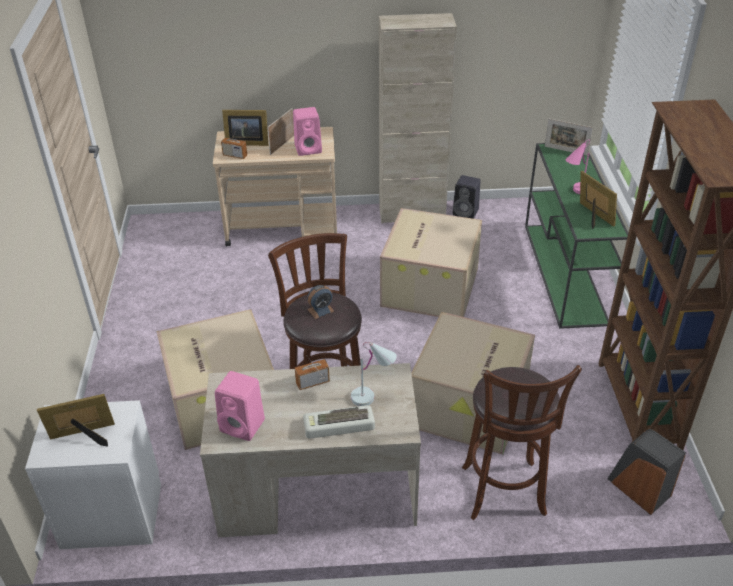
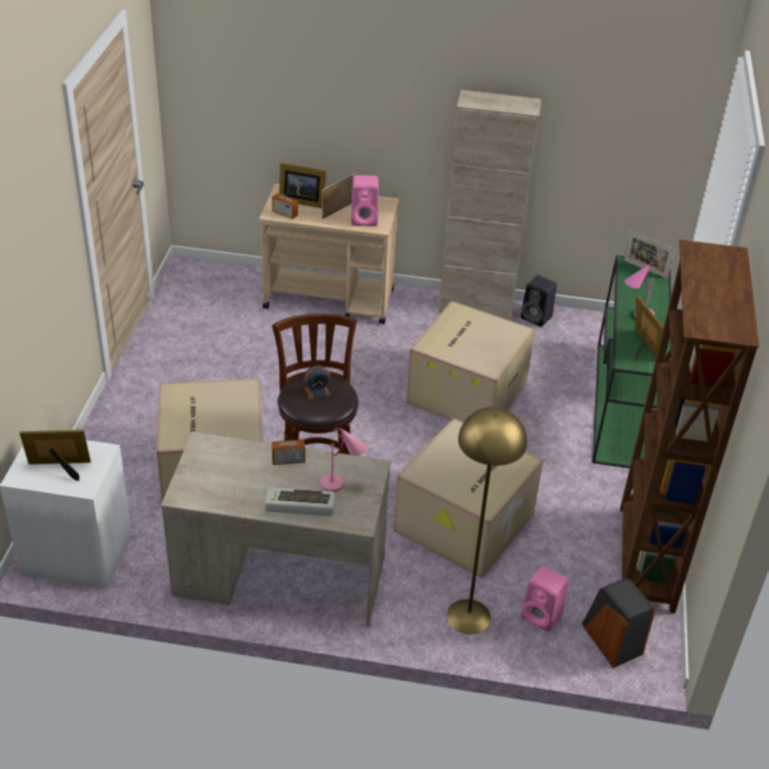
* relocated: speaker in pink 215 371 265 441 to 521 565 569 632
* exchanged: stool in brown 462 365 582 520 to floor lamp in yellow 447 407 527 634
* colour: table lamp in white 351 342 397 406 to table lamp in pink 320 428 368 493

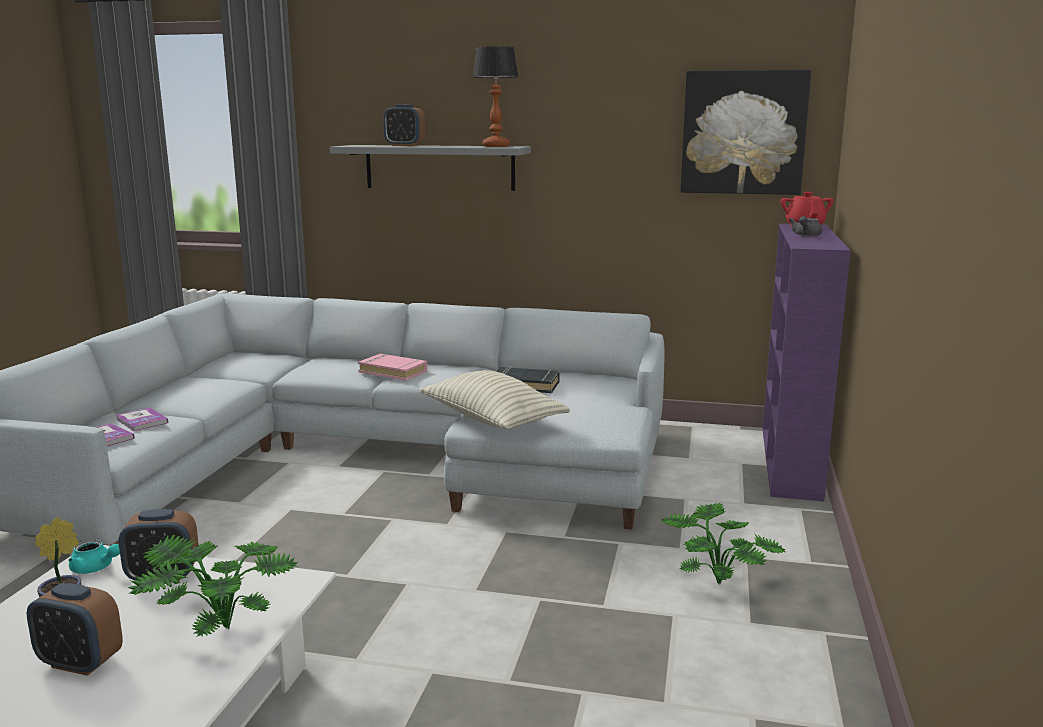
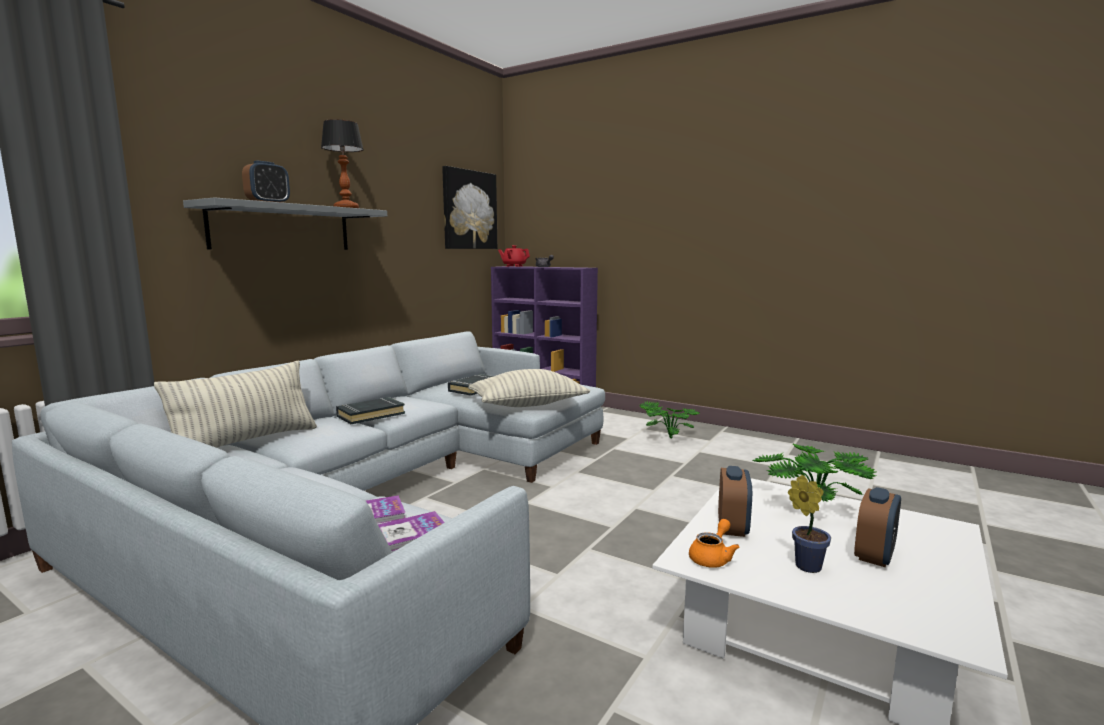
* appeared: pillow 154 360 317 448
* colour: teapot in turquoise 68 540 120 574 to teapot in orange 689 519 740 568
* colour: book in pink 358 354 427 381 to book in black 336 397 405 424

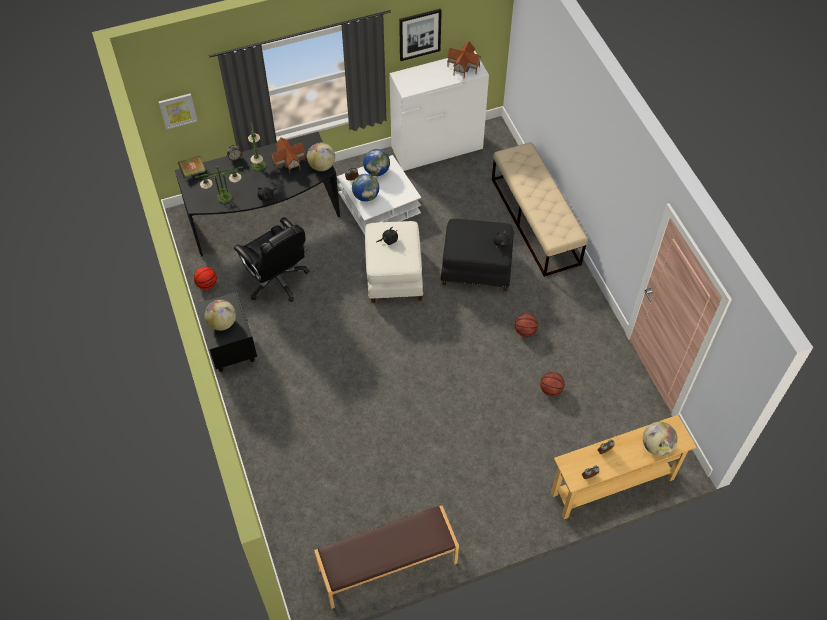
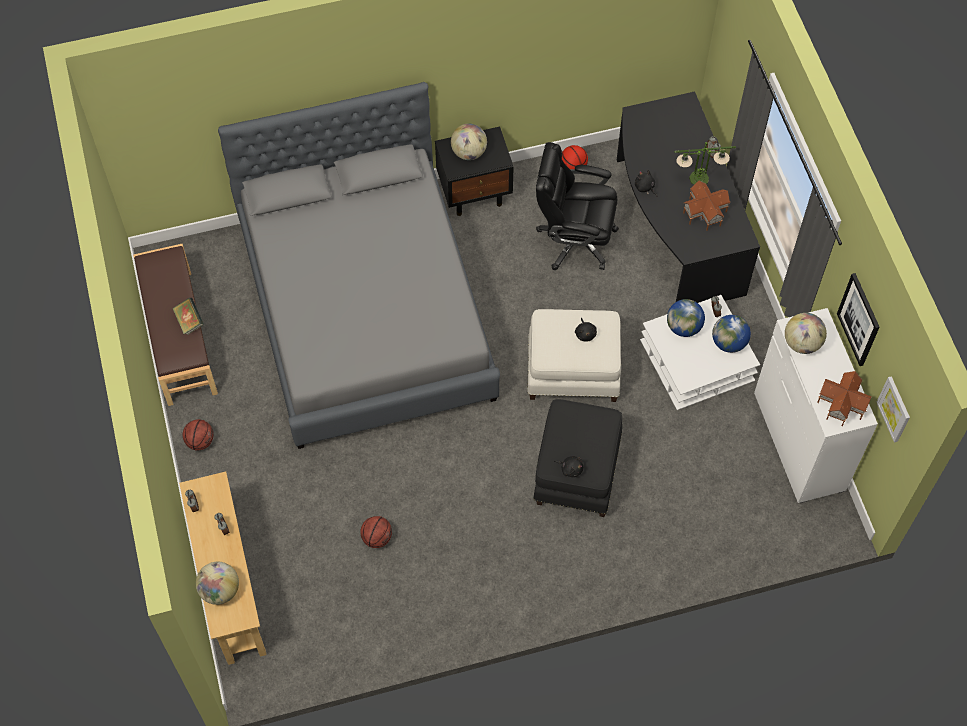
* missing: table lamp 194 166 243 204
* missing: bench in beige 492 142 588 277
* appeared: bed in grey 218 82 500 449
* relocated: picture 159 93 198 130 to 877 376 910 443
* relocated: book 178 156 206 178 to 172 298 204 335
* relocated: globe 307 143 335 171 to 785 313 827 354
* relocated: basketball 515 314 538 337 to 183 419 214 451
* spun: office chair in black 234 217 310 302 = 536 142 619 270 45 degrees clockwise

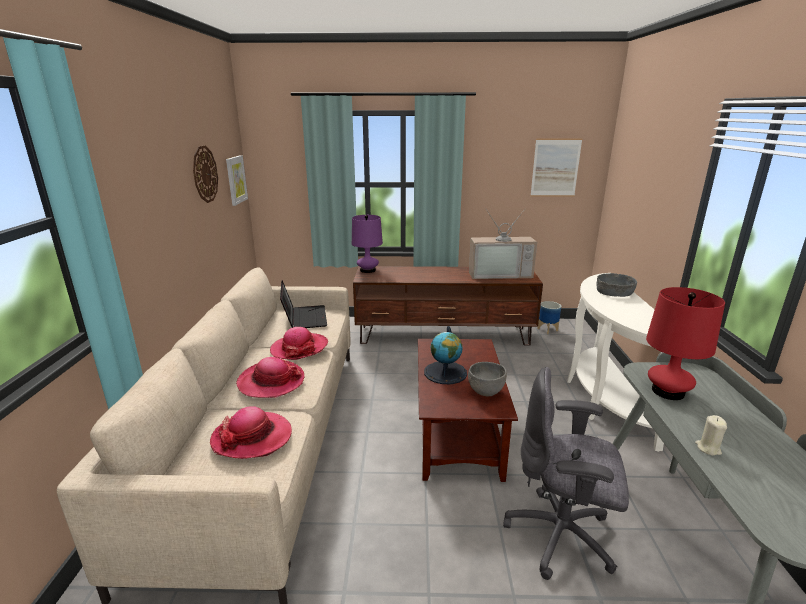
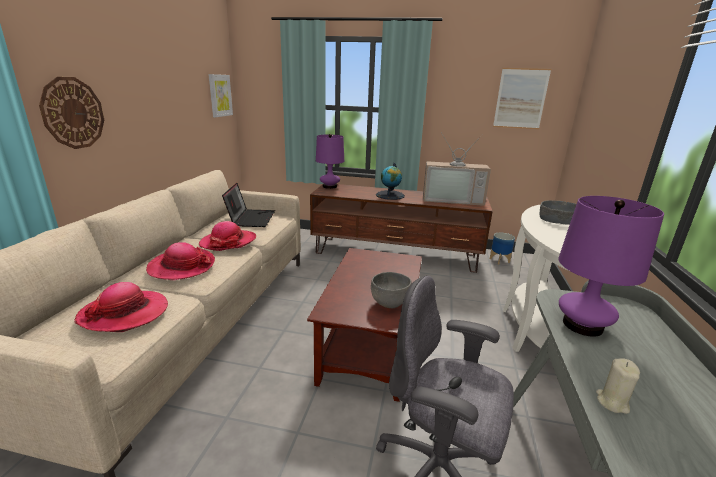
* relocated: wall clock 193 145 218 203 to 39 77 104 149
* relocated: globe 424 326 467 384 to 376 163 405 200
* colour: table lamp in red 646 287 725 400 to table lamp in purple 558 196 664 337

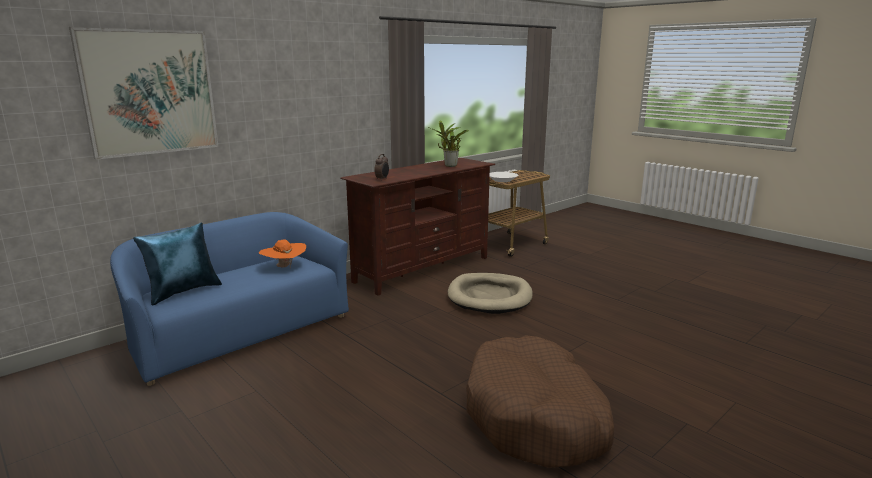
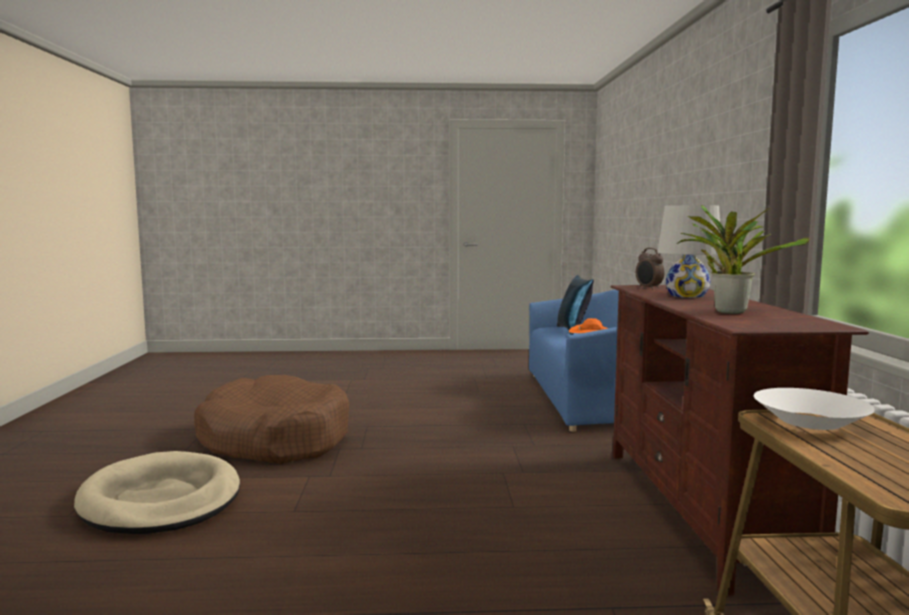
* missing: picture 69 27 219 160
* appeared: table lamp in white 658 205 721 298
* relocated: dog bed in beige 448 273 533 314 to 74 451 240 534

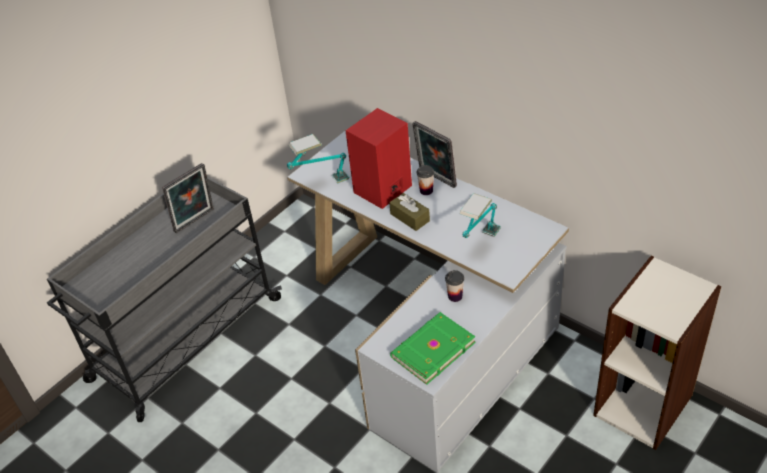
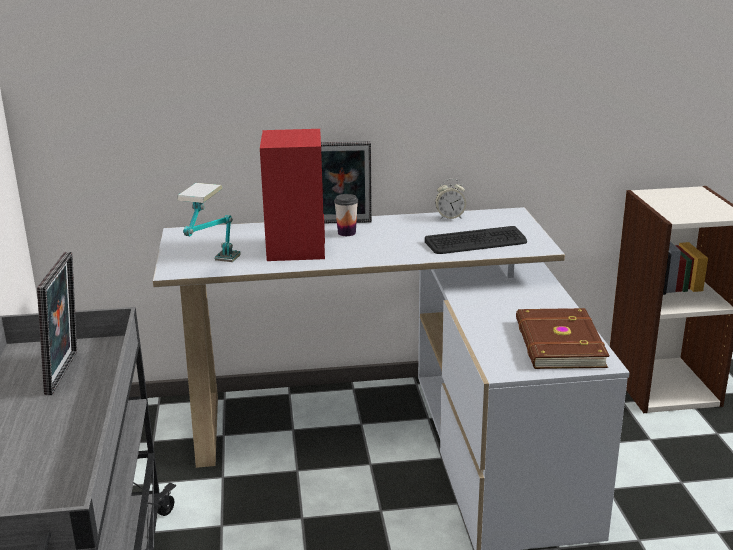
* missing: tissue box in brown 389 193 430 231
* missing: cup 445 270 464 302
* appeared: alarm clock 435 179 466 219
* exchanged: table lamp 460 193 501 238 to keyboard 425 226 527 254
* colour: book in green 390 312 476 385 to book in brown 516 308 610 369

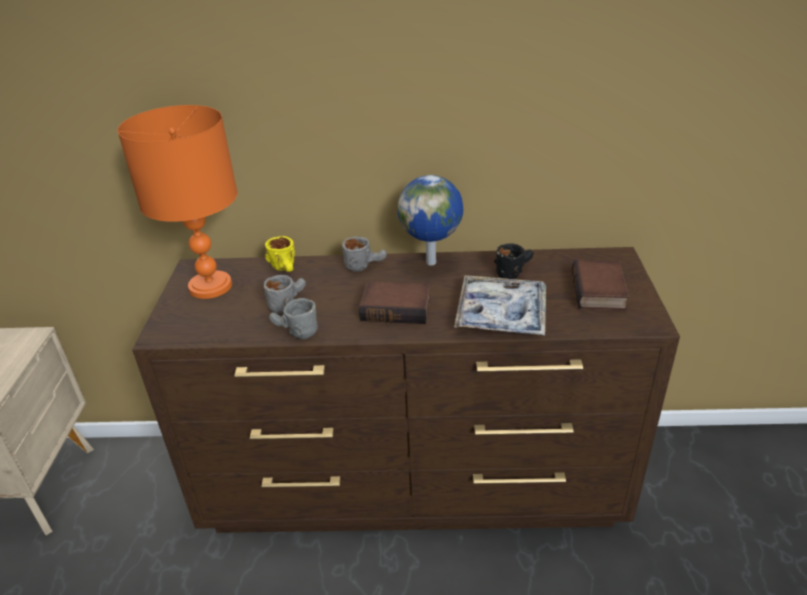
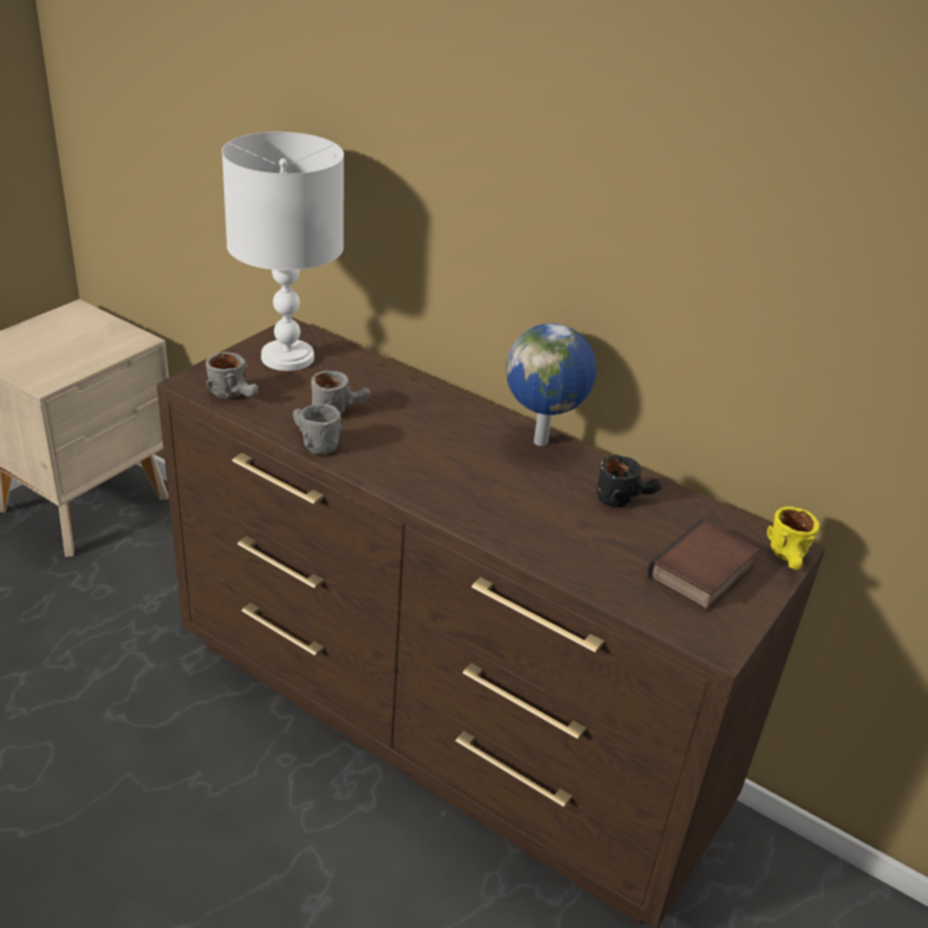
* missing: book 359 281 431 324
* missing: tray 454 275 546 335
* relocated: mug in yellow 265 236 295 272 to 767 506 819 570
* relocated: mug in grey 342 236 387 272 to 206 352 258 399
* colour: table lamp in orange 117 105 237 299 to table lamp in white 222 132 344 371

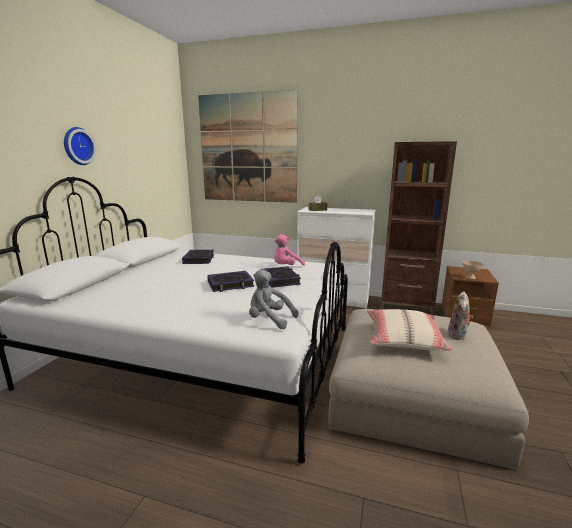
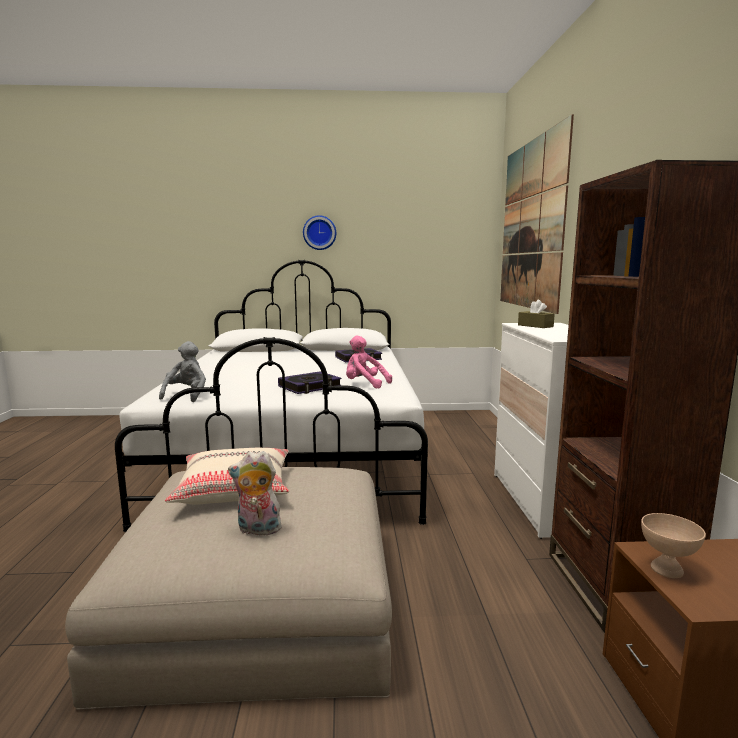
* missing: book 207 271 254 292

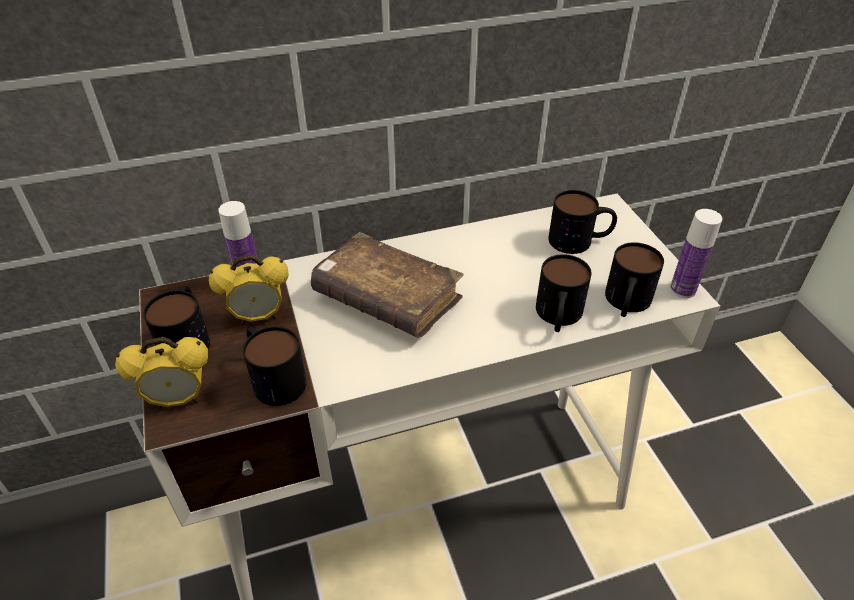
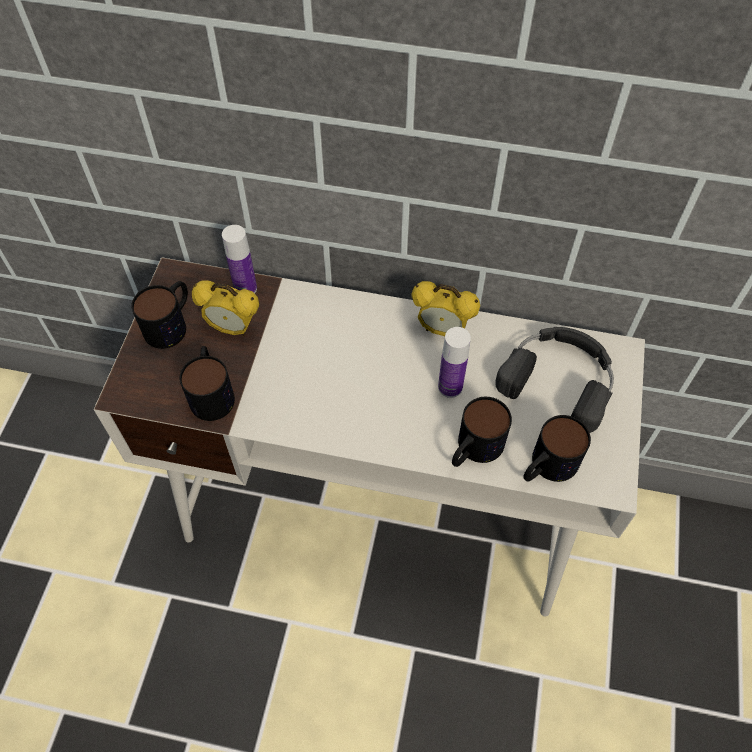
* missing: book in brown 311 232 464 338
* relocated: alarm clock 115 337 208 409 to 411 281 480 336
* relocated: bottle 670 209 722 298 to 438 327 471 398
* exchanged: mug 548 190 617 254 to headphones in black 495 327 614 433

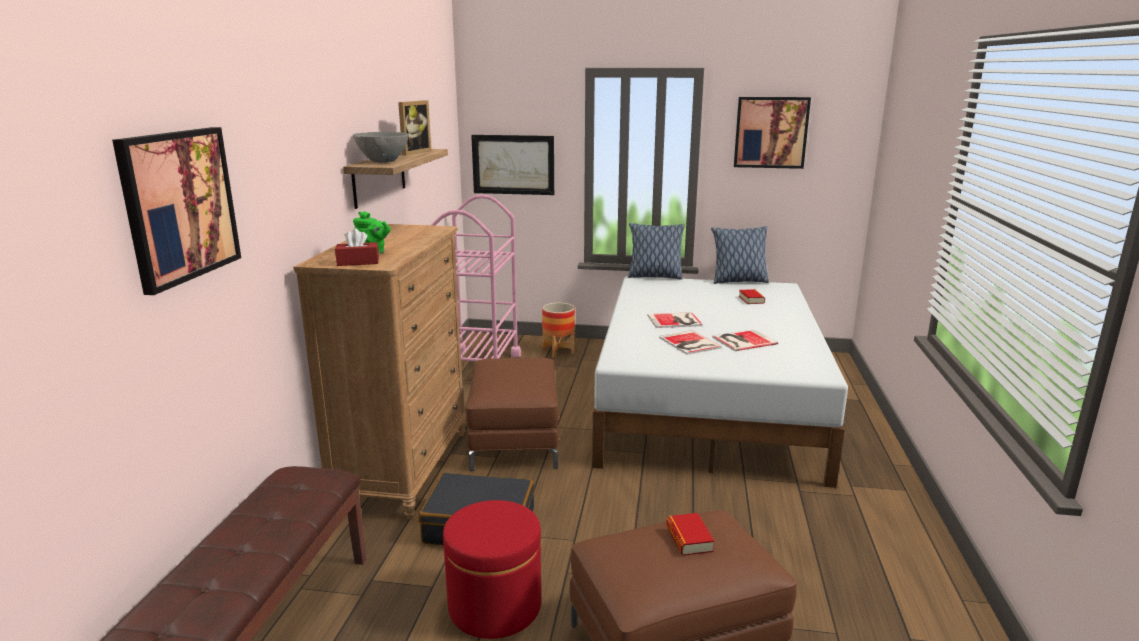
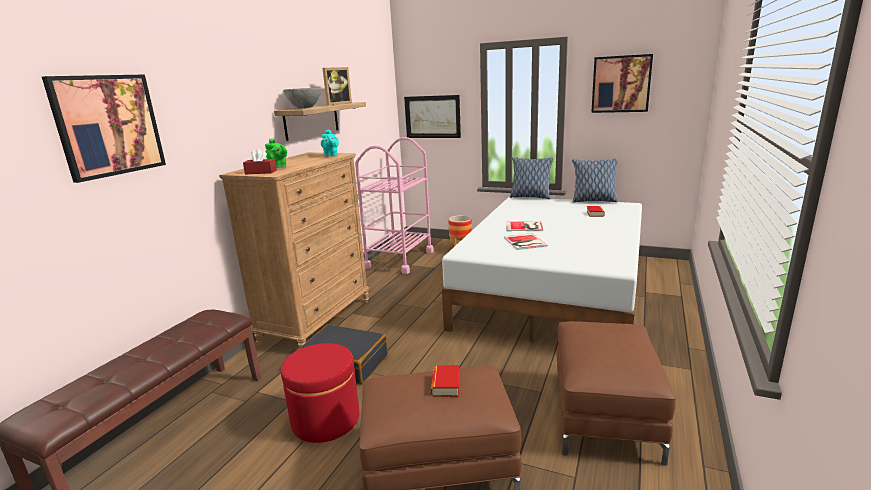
* missing: book 712 329 778 351
* appeared: teapot in turquoise 321 130 339 156
* relocated: ottoman in brown 466 358 559 472 to 556 321 676 466

